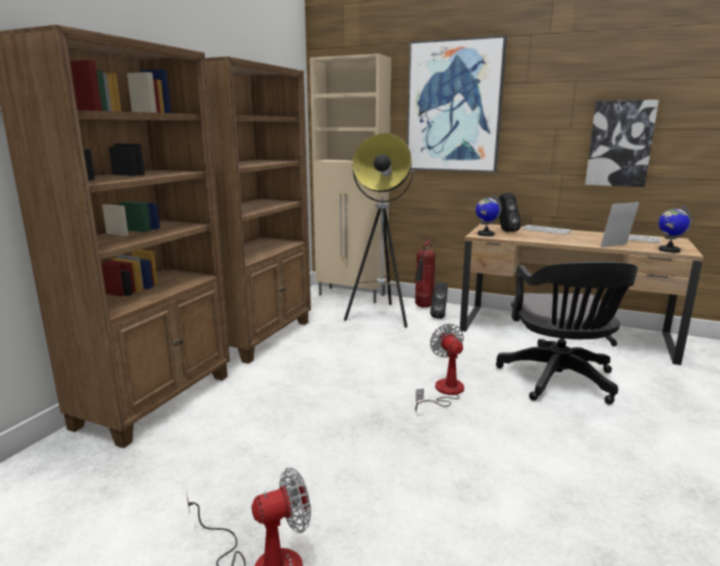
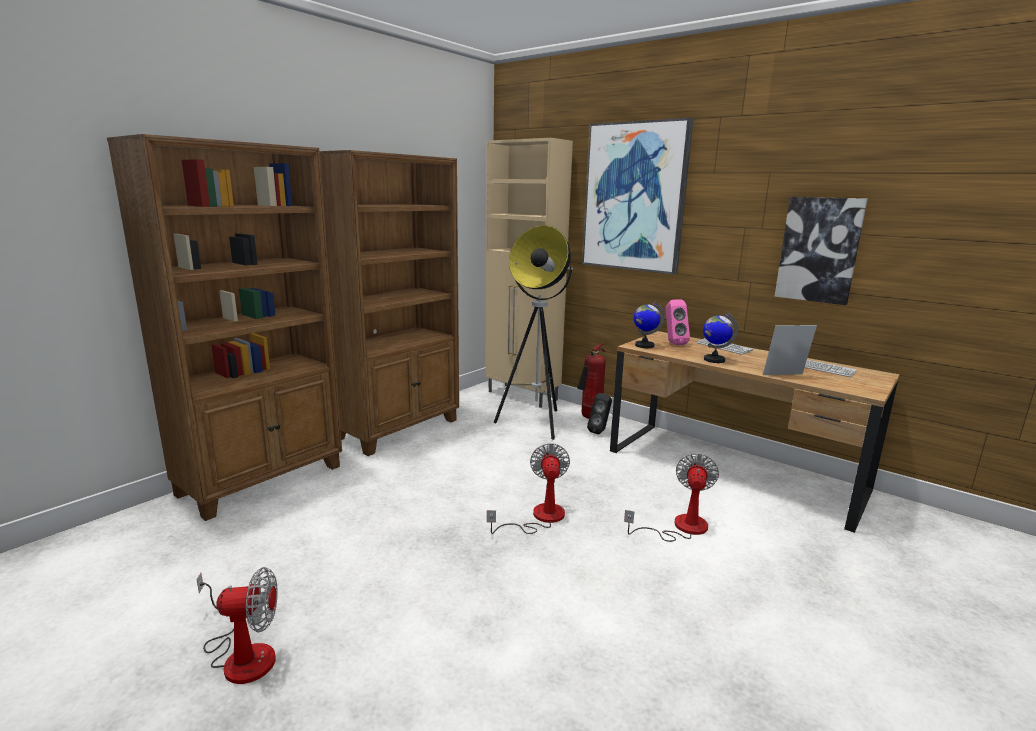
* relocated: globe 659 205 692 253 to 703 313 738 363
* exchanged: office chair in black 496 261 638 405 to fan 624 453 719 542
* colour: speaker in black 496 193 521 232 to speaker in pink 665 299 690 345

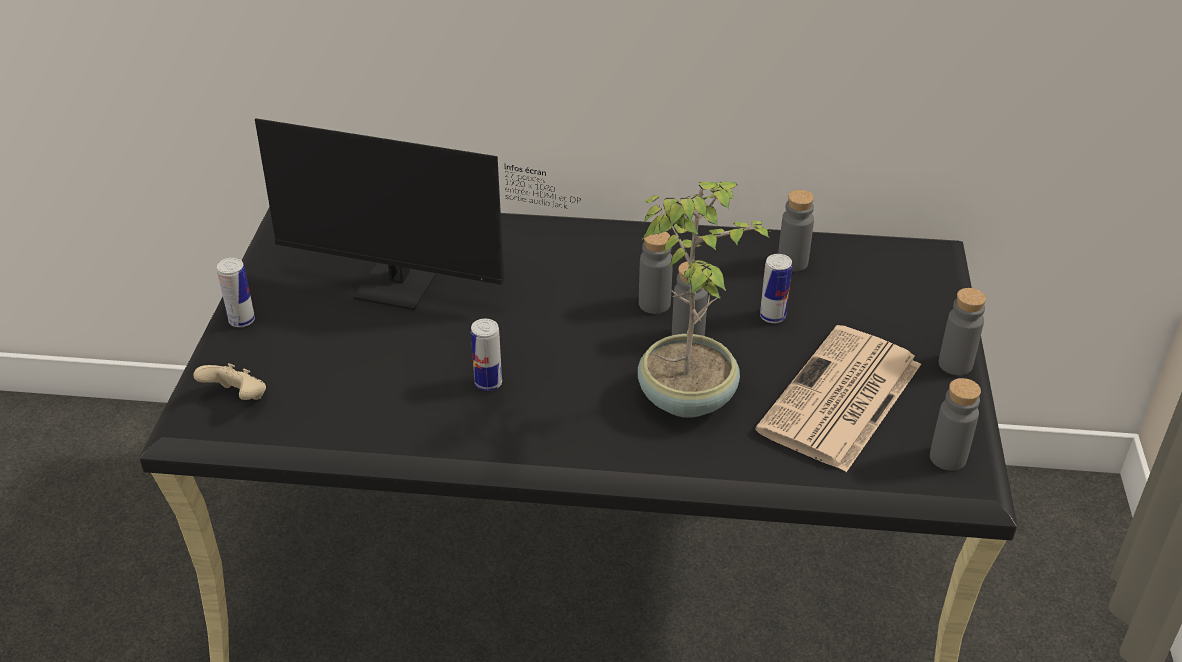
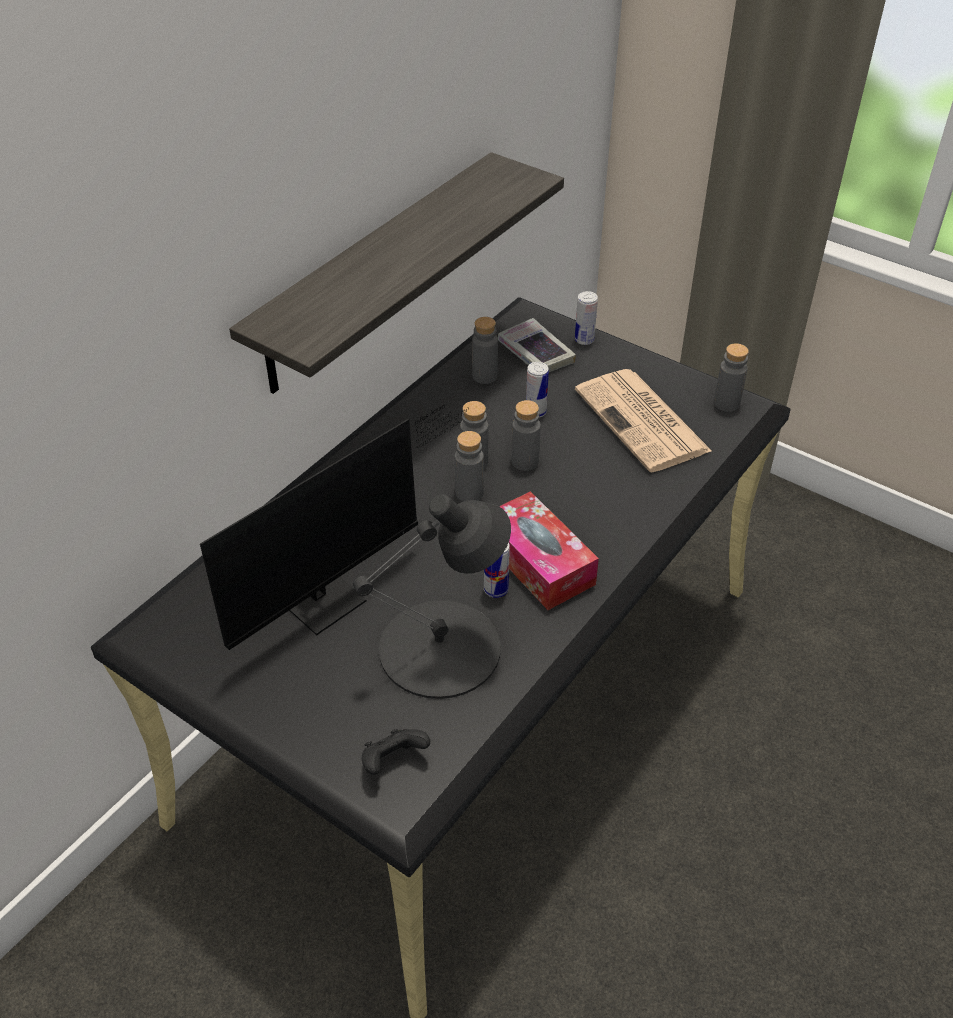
* missing: potted plant 638 182 772 418
* appeared: shelf 229 152 564 394
* appeared: table lamp in black 353 494 511 699
* appeared: book 498 318 576 372
* appeared: tissue box 499 491 599 610
* relocated: can 217 258 255 327 to 575 291 598 345
* relocated: bottle in grey 939 288 986 375 to 455 431 484 502
* colour: game controller in beige 193 363 266 400 to game controller in black 362 729 430 775

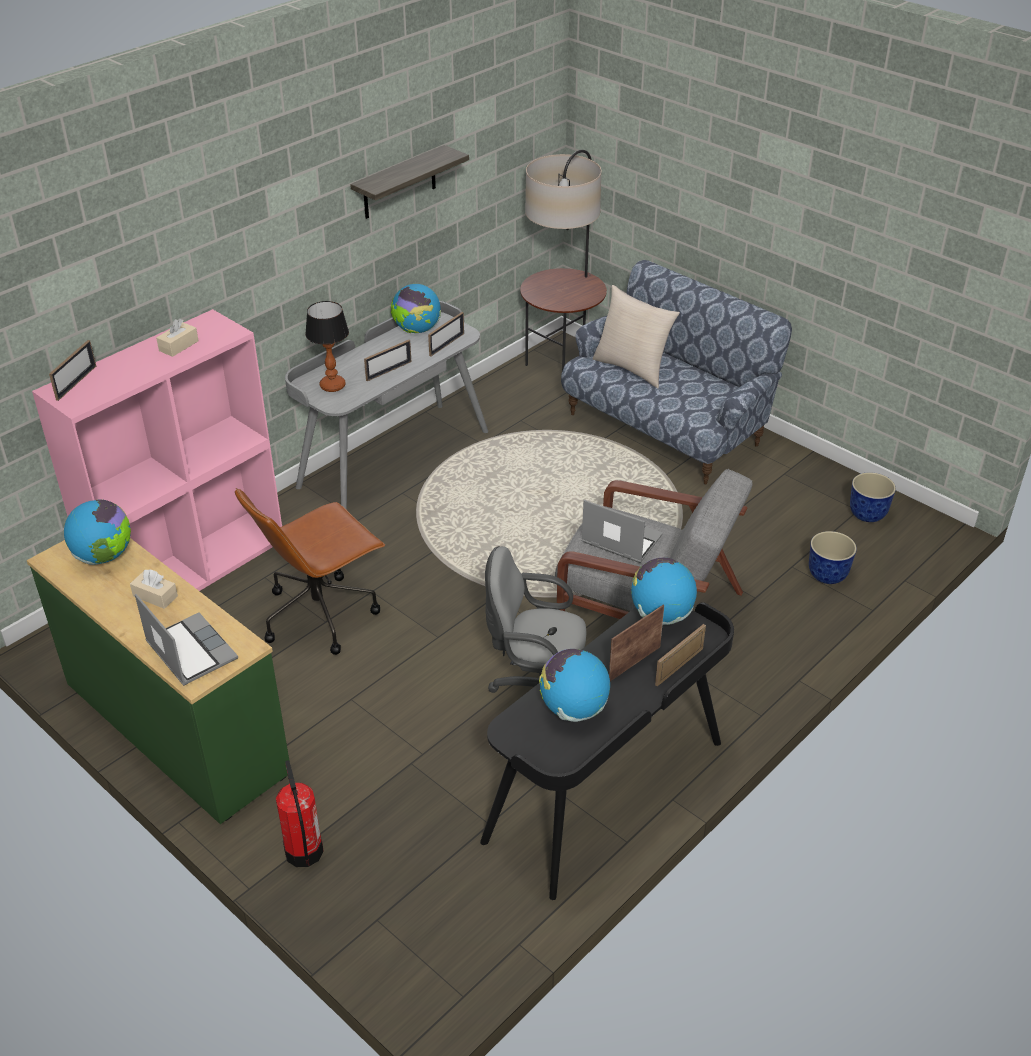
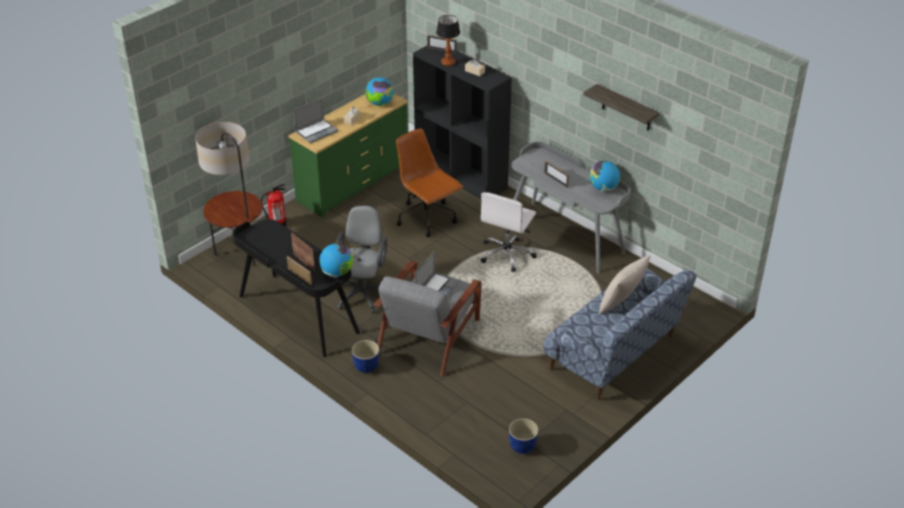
* missing: picture frame 428 312 464 357
* missing: globe 539 649 610 722
* appeared: office chair in white 481 192 537 272
* relocated: table lamp 305 301 349 392 to 436 15 460 66
* relocated: floor lamp 520 150 607 371 to 195 122 262 265
* relocated: planter 809 531 857 584 to 352 340 380 373
* colour: bookcase in pink 32 309 282 591 to bookcase in black 413 46 512 199

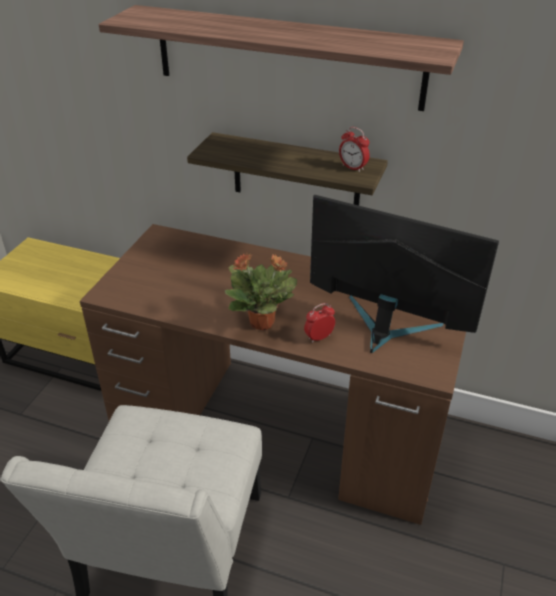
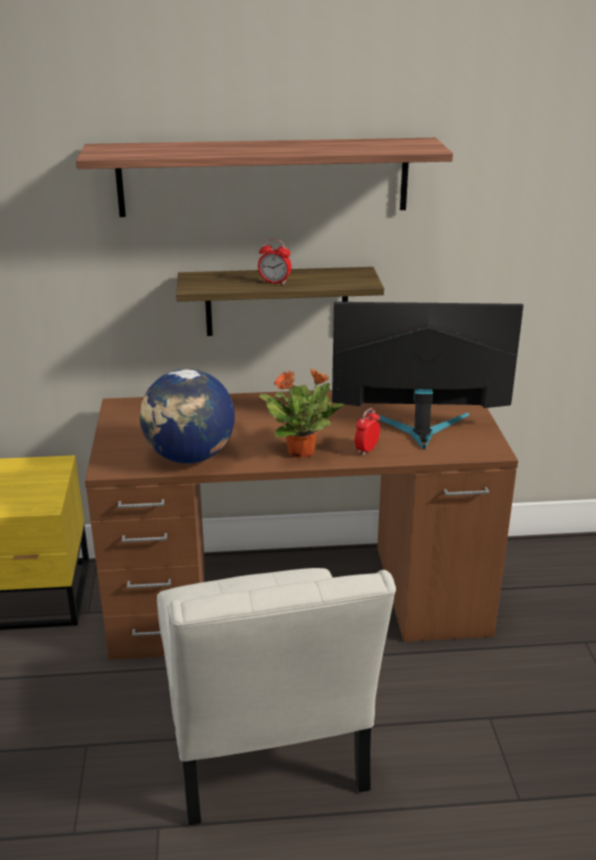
* appeared: globe 140 369 235 463
* relocated: alarm clock 339 127 370 172 to 258 239 291 285

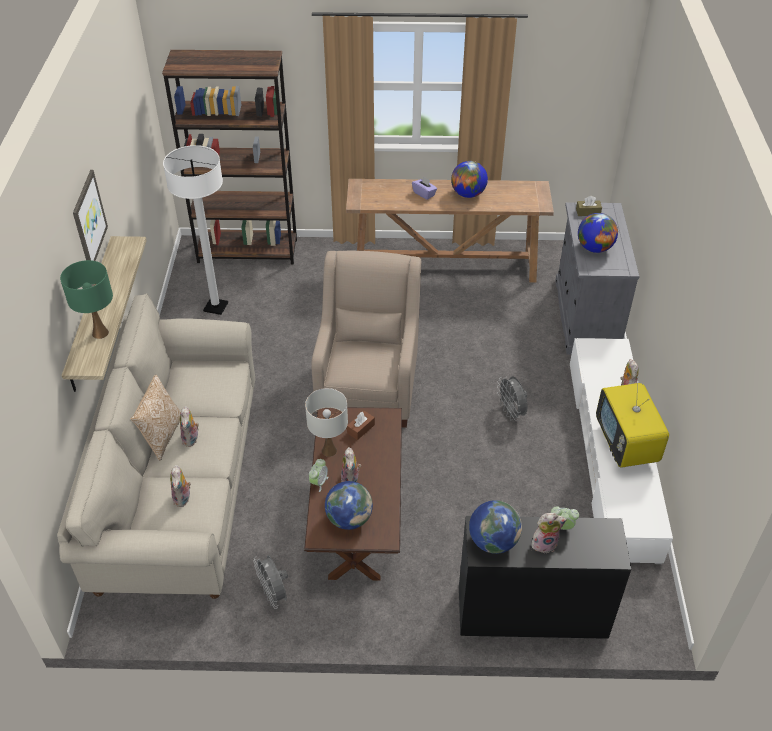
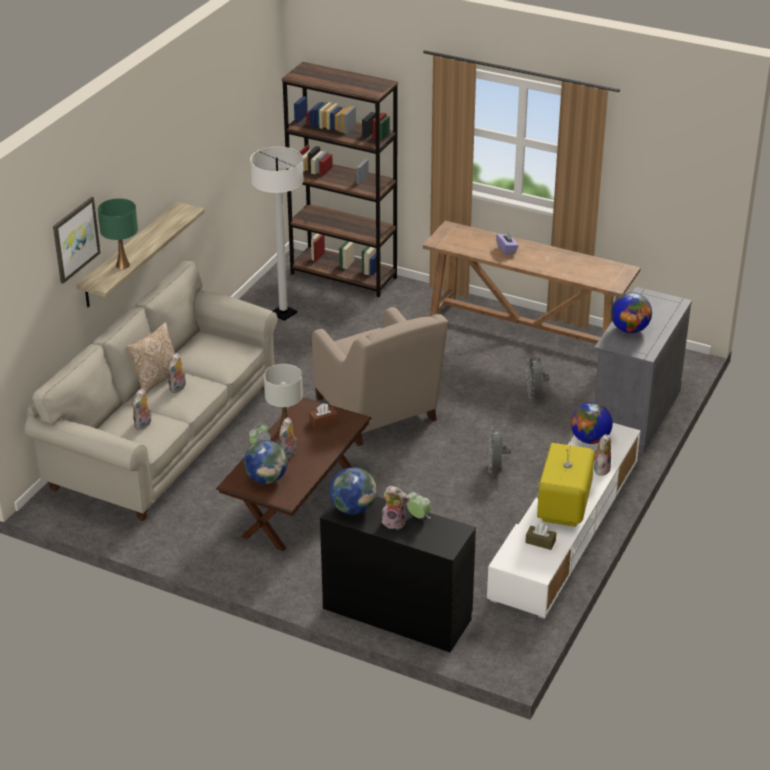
* relocated: picture 73 170 108 261 to 53 197 100 284
* relocated: fan in grey 254 555 288 609 to 526 356 549 400
* relocated: globe 451 161 488 198 to 571 402 613 444
* relocated: tissue box in brown 576 196 602 216 to 525 524 556 550
* spun: armchair in beige 311 251 421 428 = 312 307 448 446 120 degrees clockwise

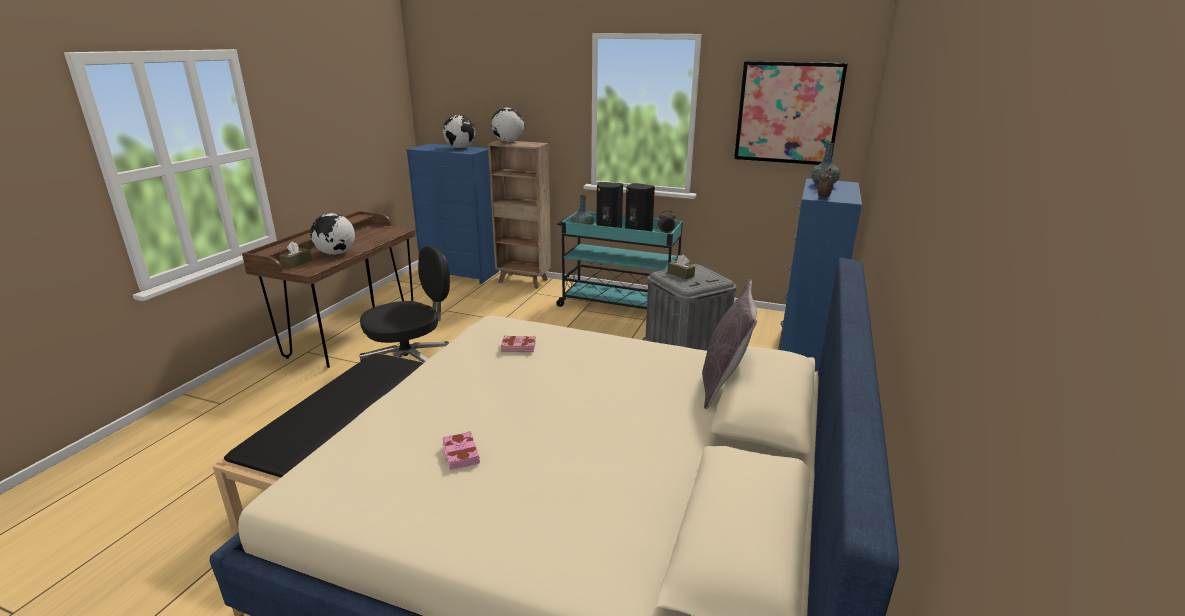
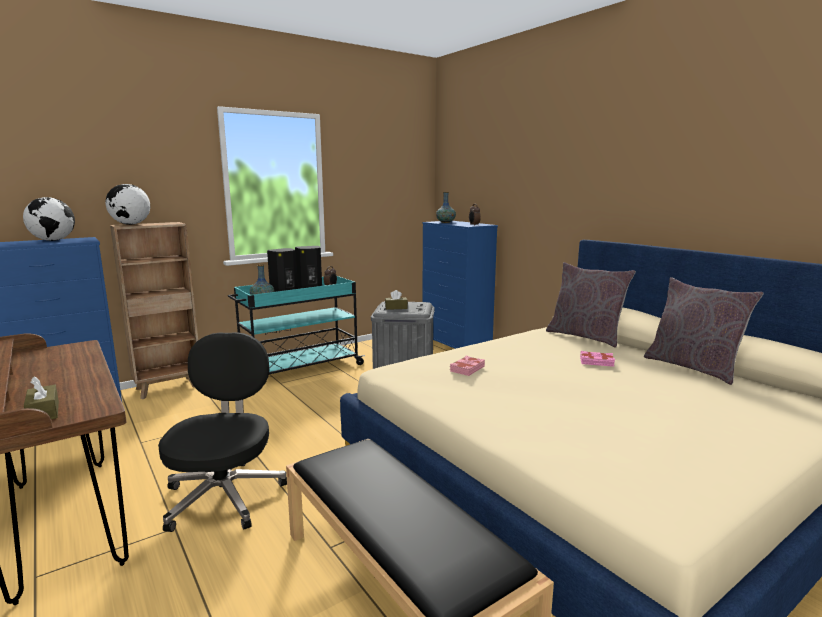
* missing: globe 310 213 355 255
* missing: picture 734 61 848 165
* appeared: pillow in grey 644 277 764 385
* relocated: book in pink 442 431 480 470 to 580 351 615 367

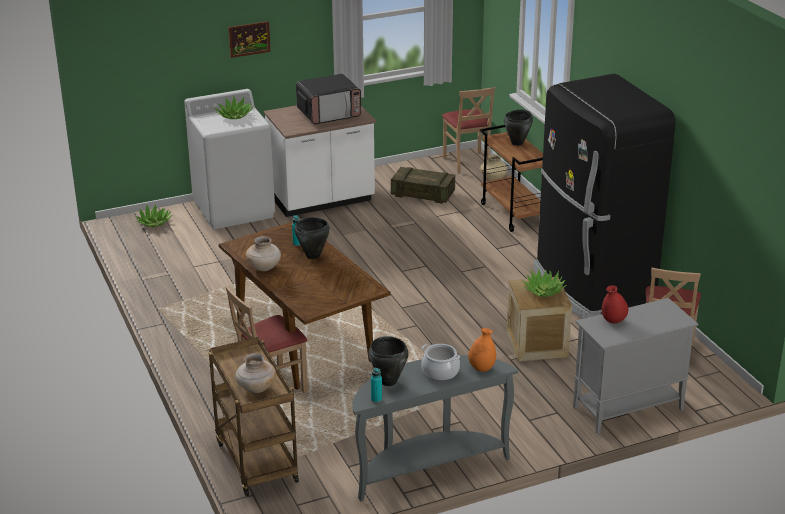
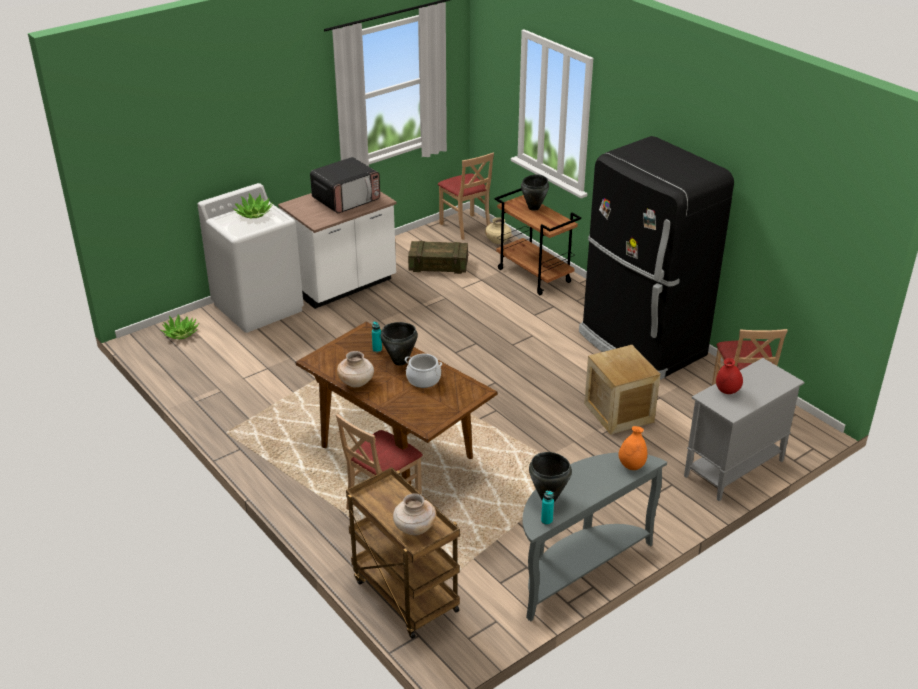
* missing: picture 228 21 271 58
* missing: potted plant 522 270 566 297
* relocated: cooking pot 422 344 460 381 to 405 354 442 388

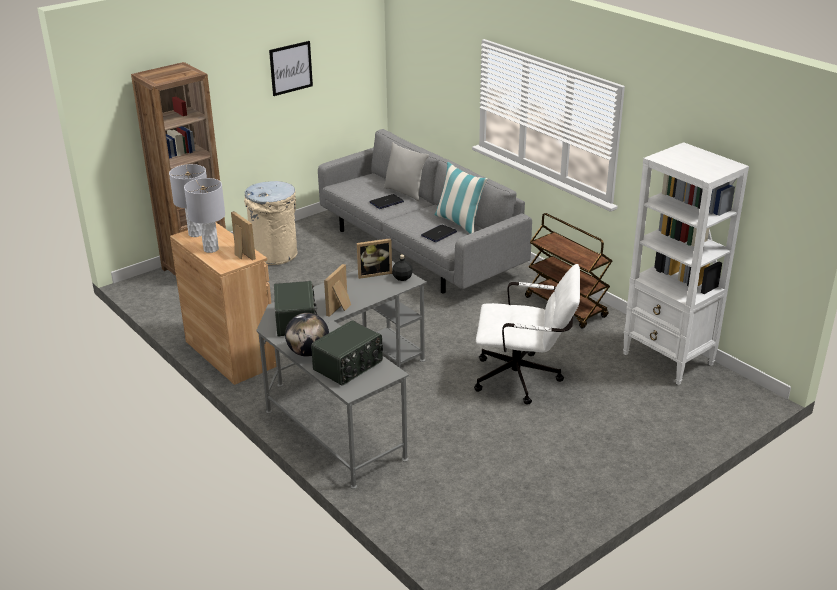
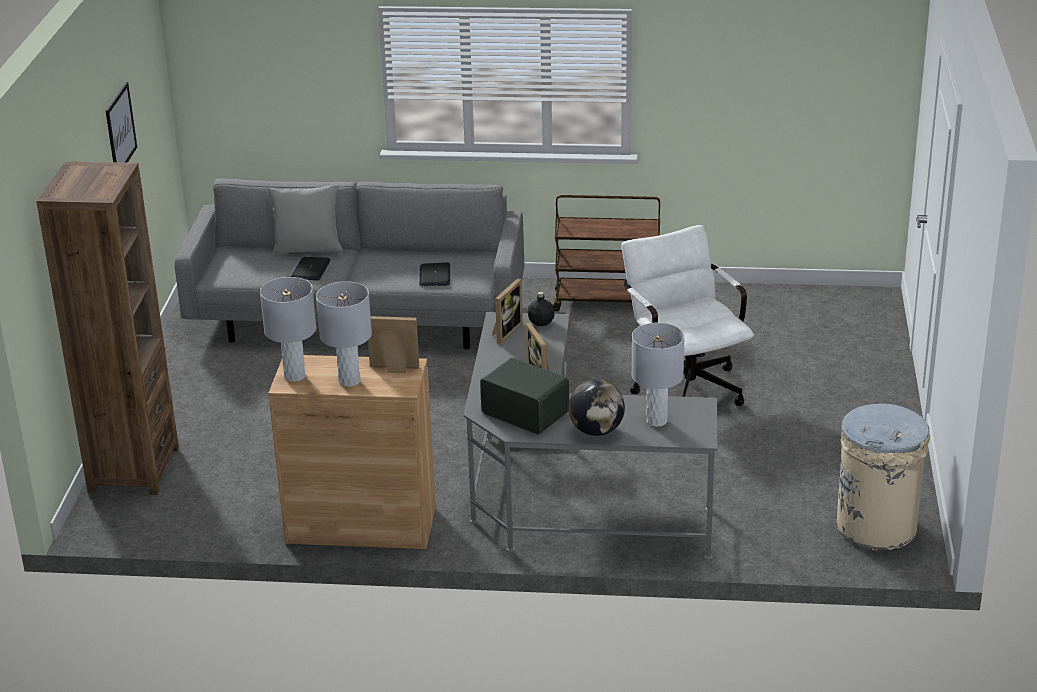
* missing: pillow 435 162 488 234
* missing: bookcase in white 623 142 749 385
* relocated: trash can in beige 244 181 298 265 to 837 403 930 551
* exchanged: radio 311 320 383 386 to table lamp in grey 632 323 685 427
* spun: office chair in white 474 264 580 405 = 621 225 754 406 75 degrees counterclockwise

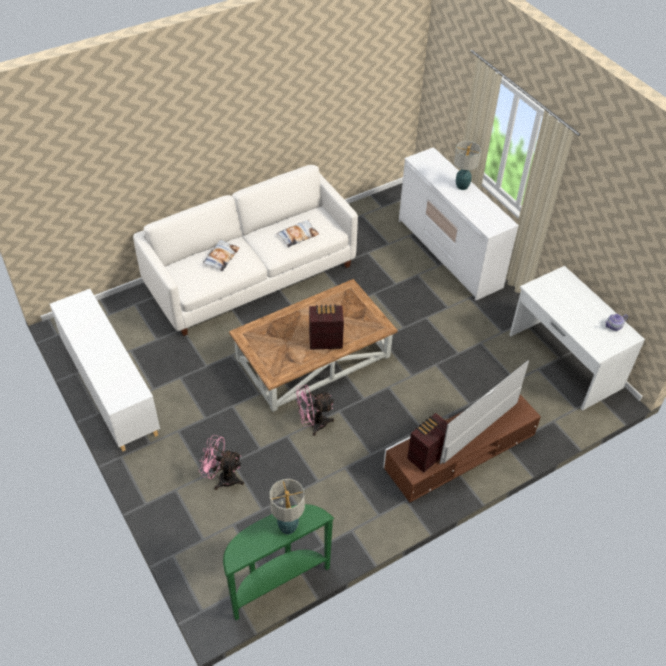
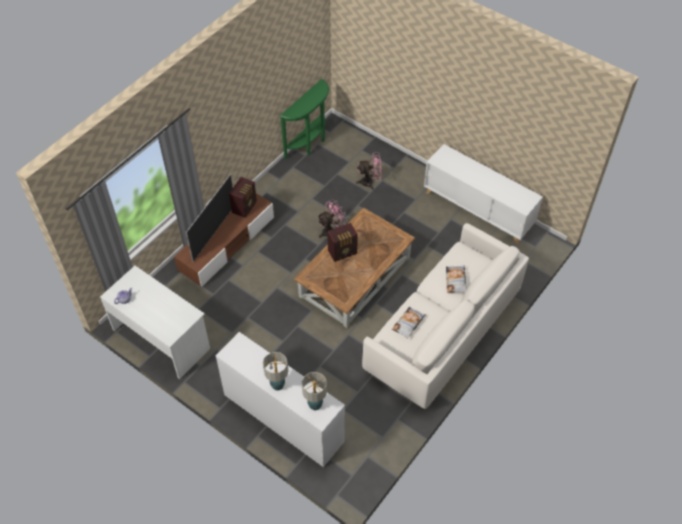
* relocated: table lamp 270 479 305 534 to 302 372 327 410

